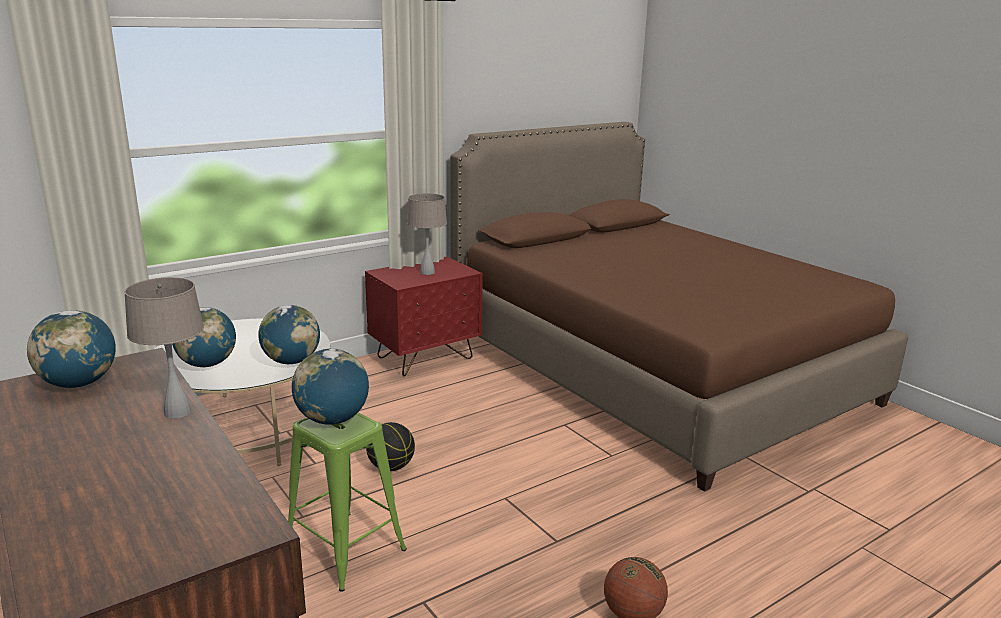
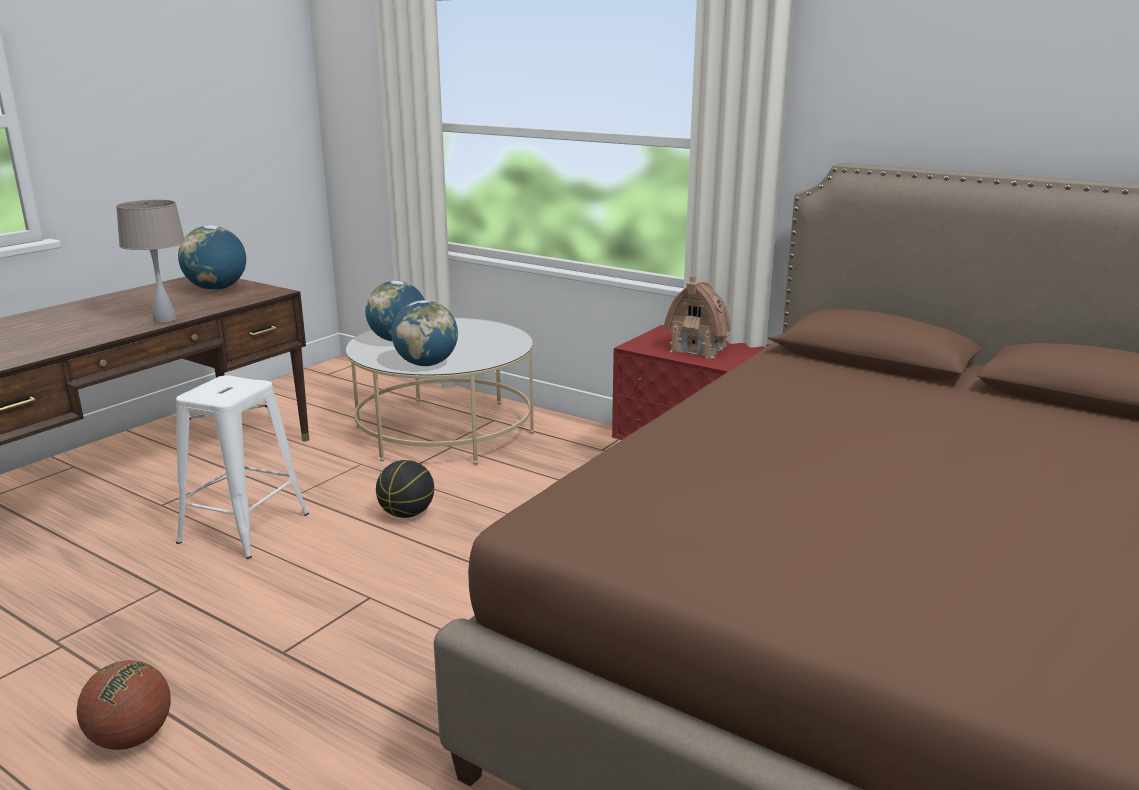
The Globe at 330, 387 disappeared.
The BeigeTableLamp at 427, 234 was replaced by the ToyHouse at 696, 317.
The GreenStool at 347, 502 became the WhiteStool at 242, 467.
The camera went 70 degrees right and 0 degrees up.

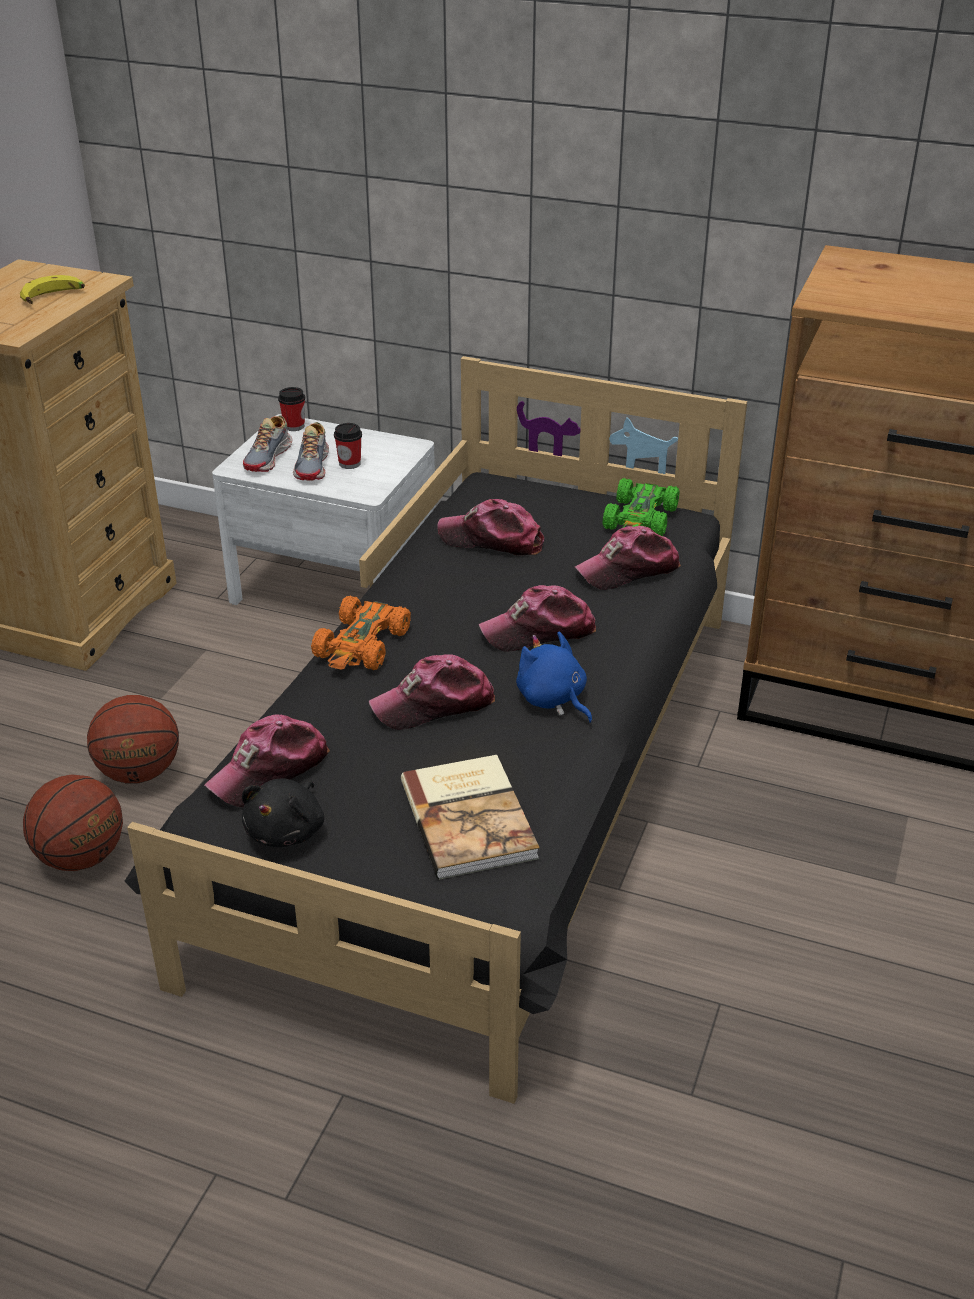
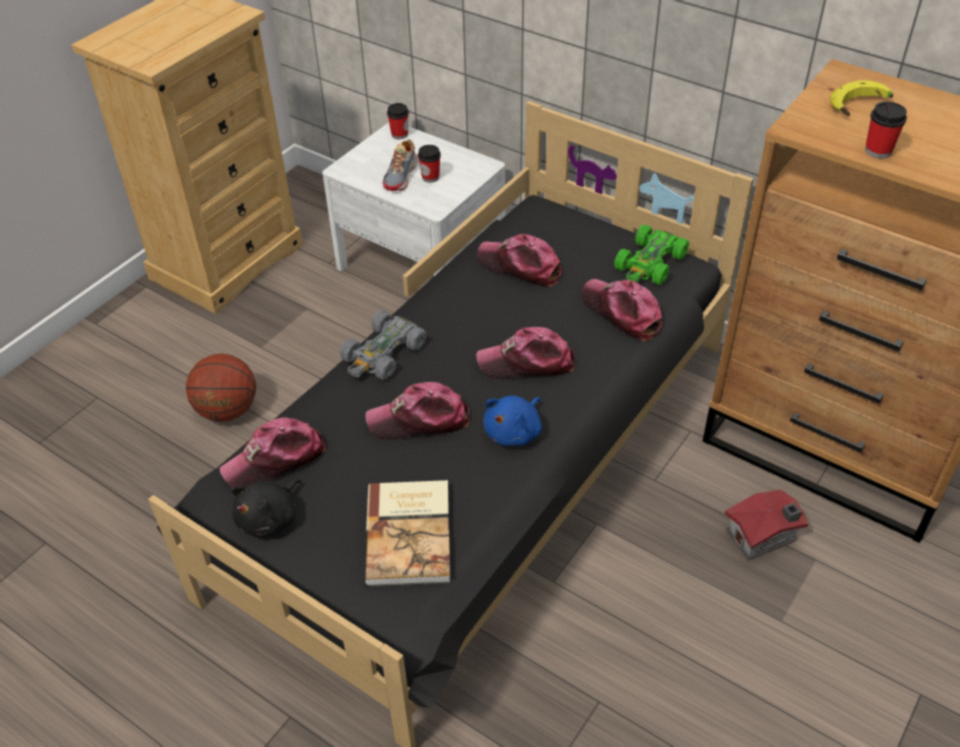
The Basketball at 73, 823 disappeared.
The Shoe at 267, 443 disappeared.
The ToyHouse at 766, 524 appeared.
The Cup at 886, 130 appeared.
The Banana moved from 52, 289 to 861, 98.
The OrangeToyCar at 361, 633 became the GreyToyCar at 382, 345.
The BluePlushToy at 554, 677 turned 120 degrees counterclockwise.
The Cap at 628, 558 turned 60 degrees clockwise.
The camera went 15 degrees right and 10 degrees up.

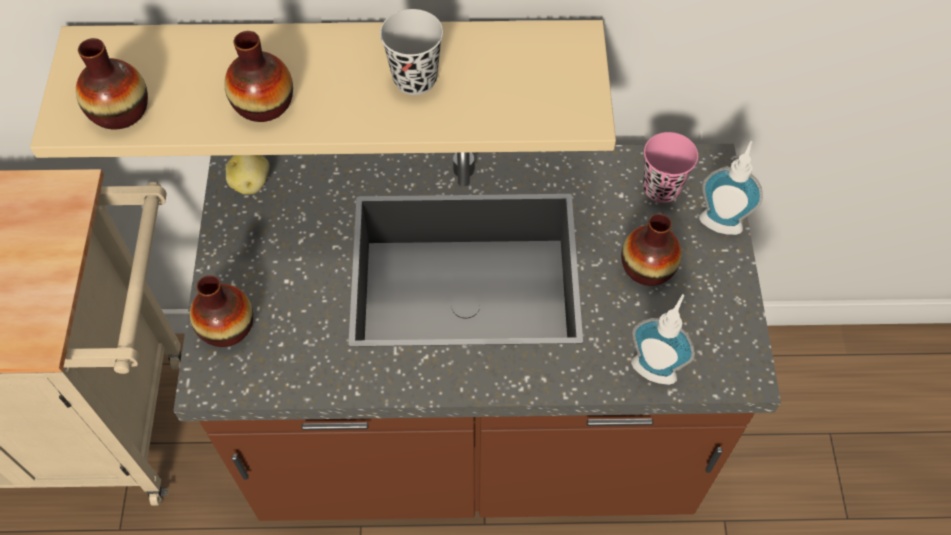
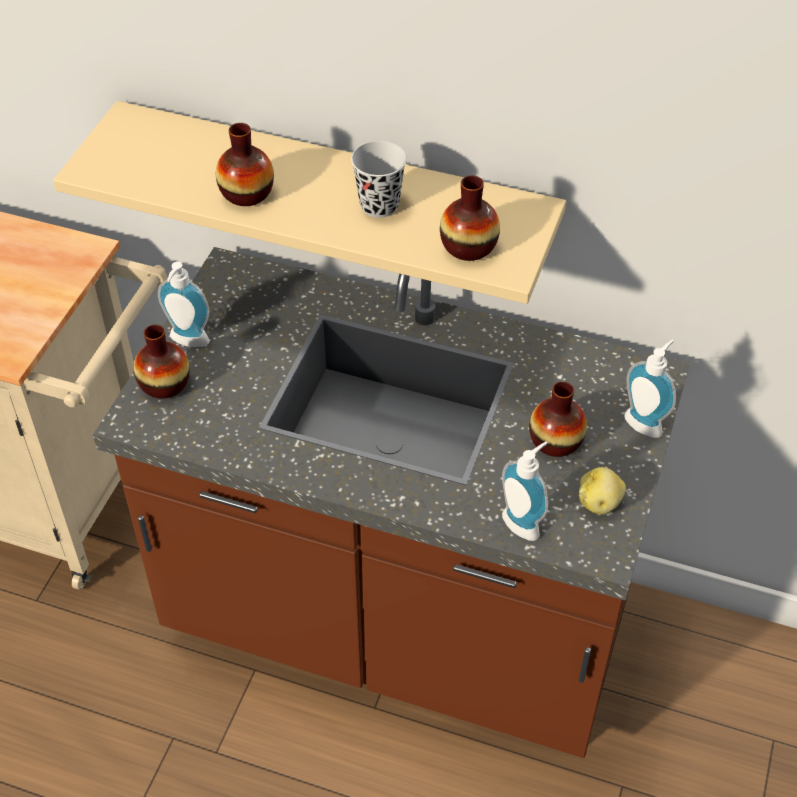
The PinkCup at 670, 167 disappeared.
The SoapDispenser at 184, 304 appeared.
The Vase moved from 112, 84 to 470, 218.
The Potato moved from 247, 175 to 602, 491.
The camera went 20 degrees right and 10 degrees down.

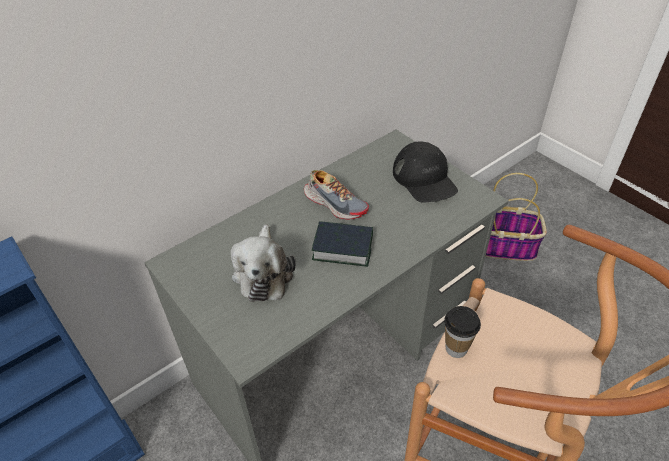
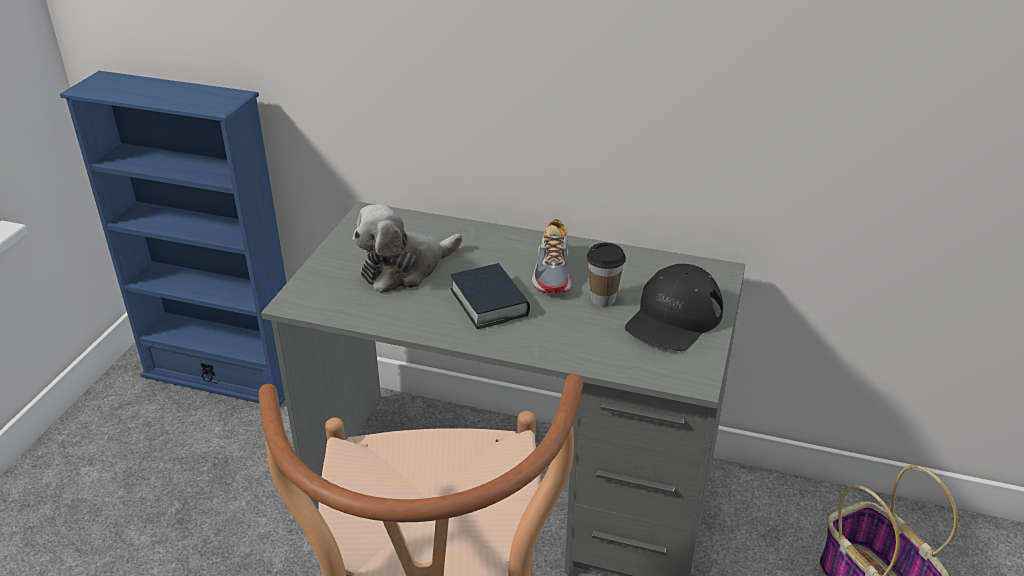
The Cup moved from 462, 332 to 606, 275.
The camera went 55 degrees right and 10 degrees down.

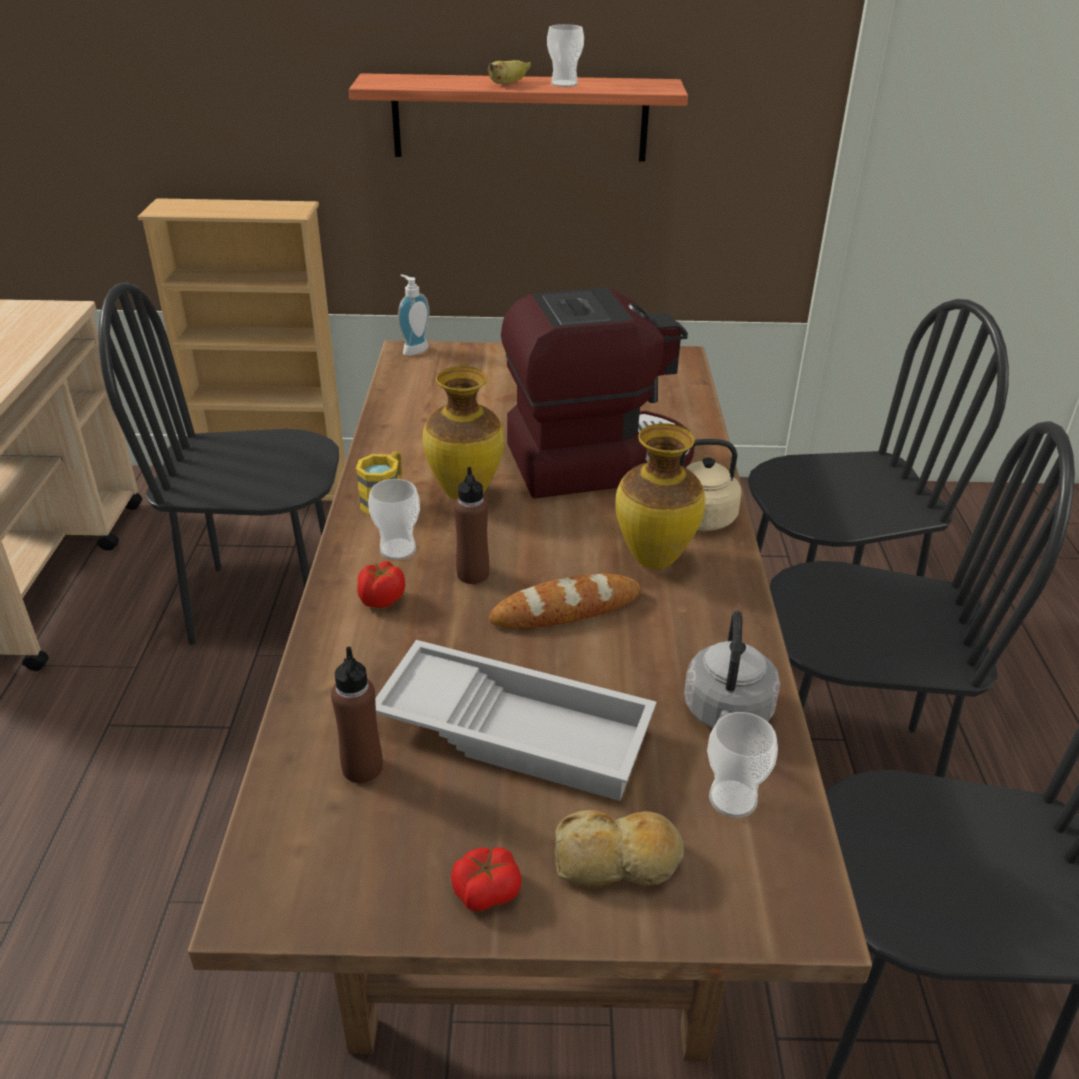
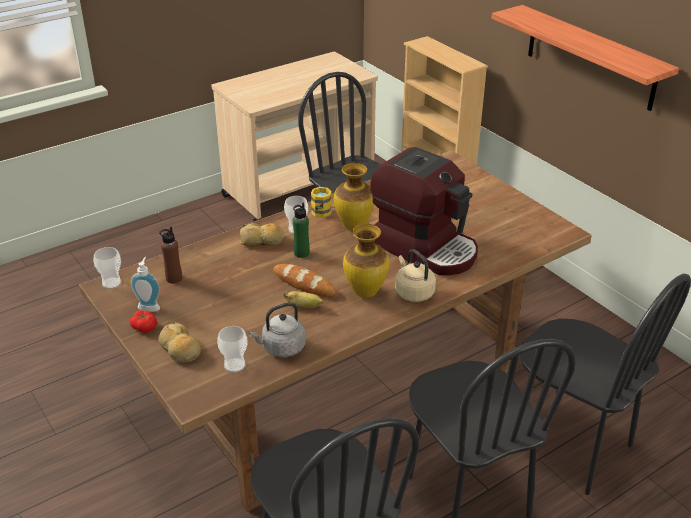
The WhiteTray at 515, 720 disappeared.
The SoapDispenser moved from 414, 315 to 145, 284.
The Banana moved from 509, 72 to 303, 299.
The Cup moved from 565, 55 to 107, 268.
The Tomato at 381, 584 was replaced by the Bread at 262, 235.
The BrownBottle at 471, 525 became the GreenBottle at 301, 230.
The camera went 55 degrees right and 0 degrees up.

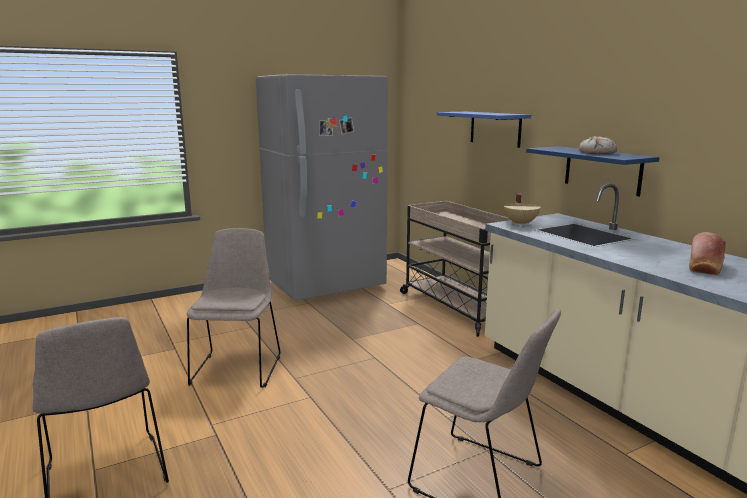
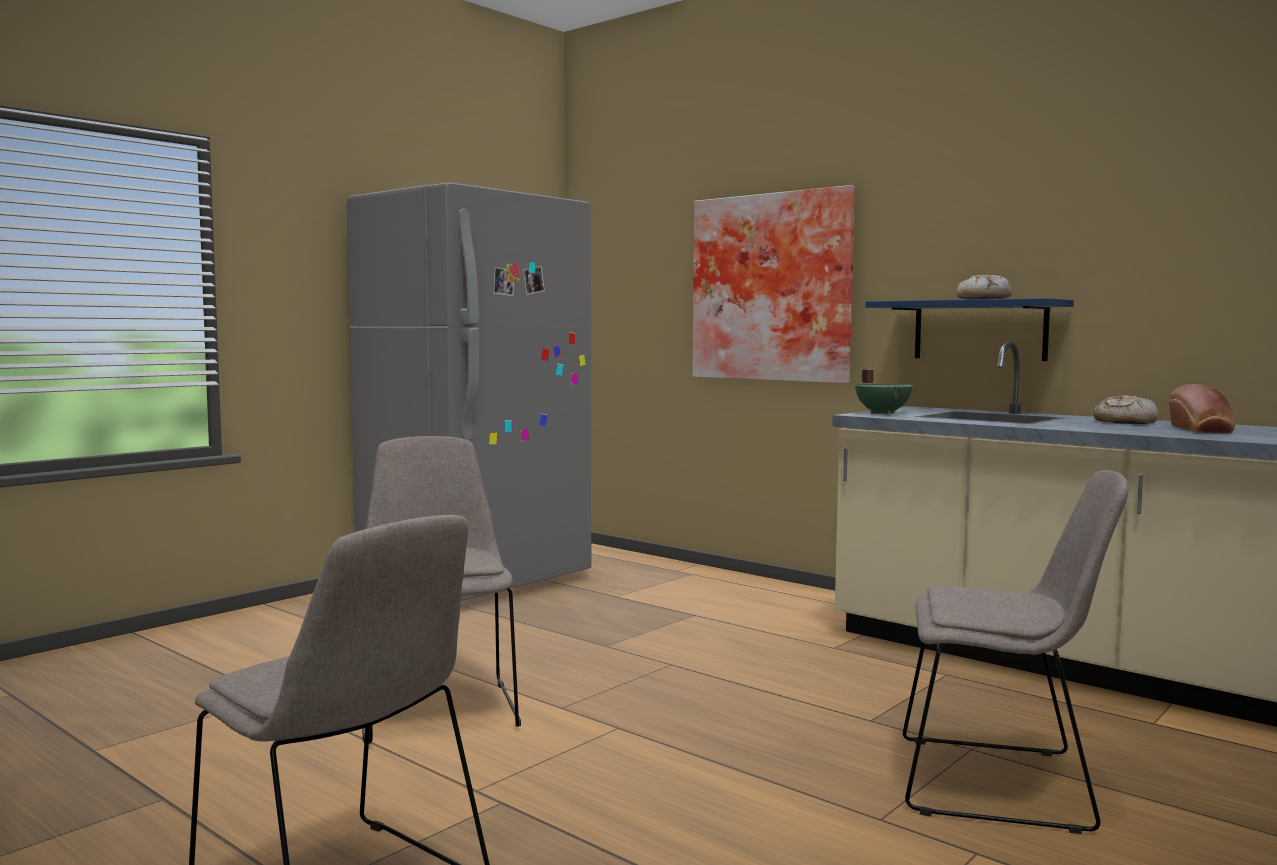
The BeigeCart at 455, 269 disappeared.
The Bread at 1125, 409 appeared.
The BlueShelf at 483, 130 was replaced by the Picture at 773, 284.
The BeigeCookingPot at 522, 209 became the GreenCookingPot at 884, 392.
The camera went 20 degrees left and 10 degrees down.

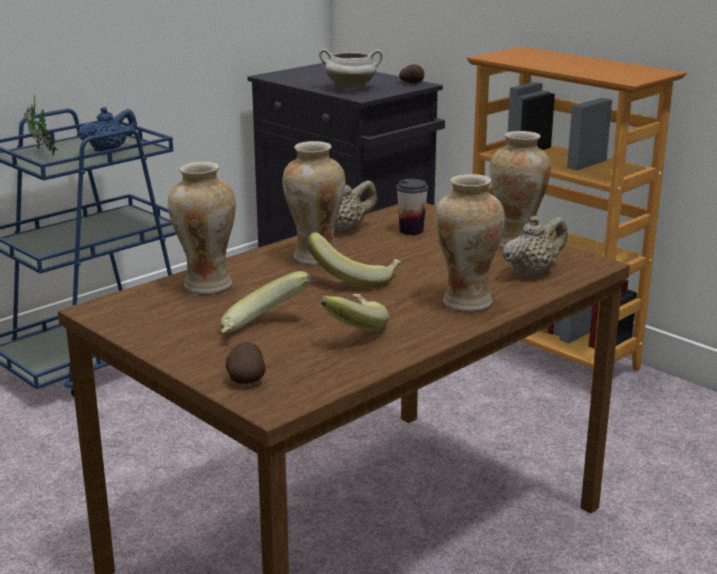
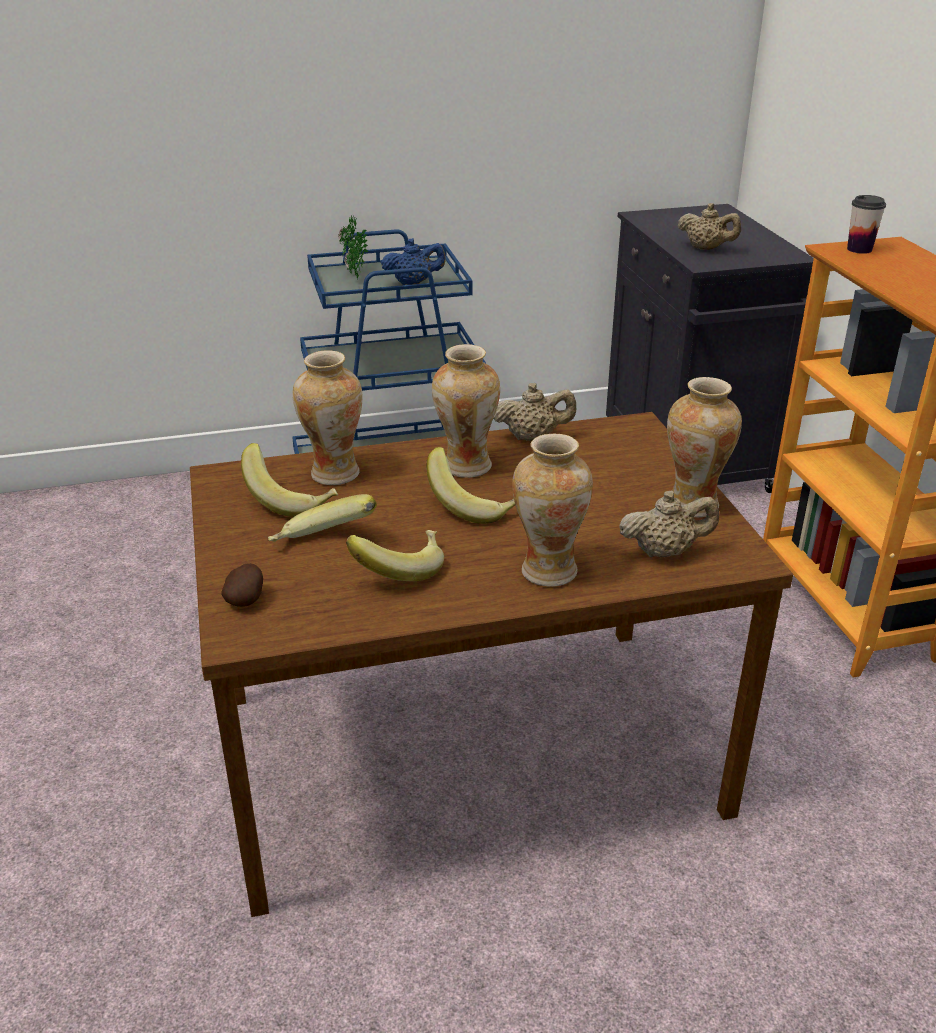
The Potato at 411, 73 disappeared.
The Banana at 289, 480 appeared.
The Cup moved from 412, 207 to 866, 224.
The WhiteCookingPot at 351, 69 was replaced by the BeigeTeapot at 709, 226.
The camera went 30 degrees right and 10 degrees up.

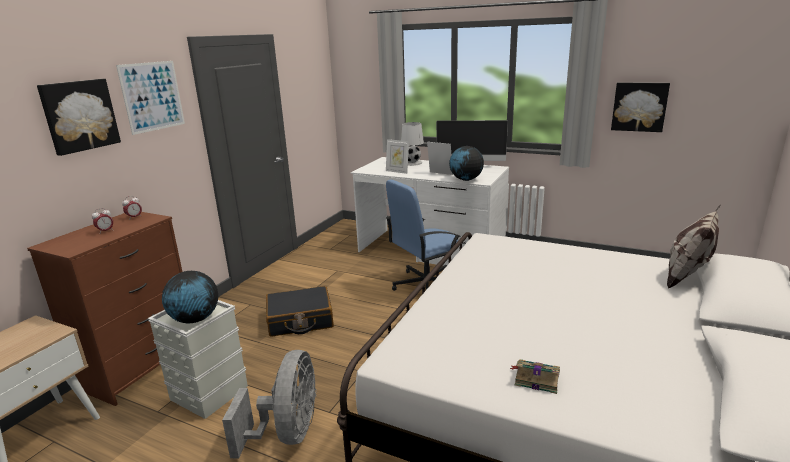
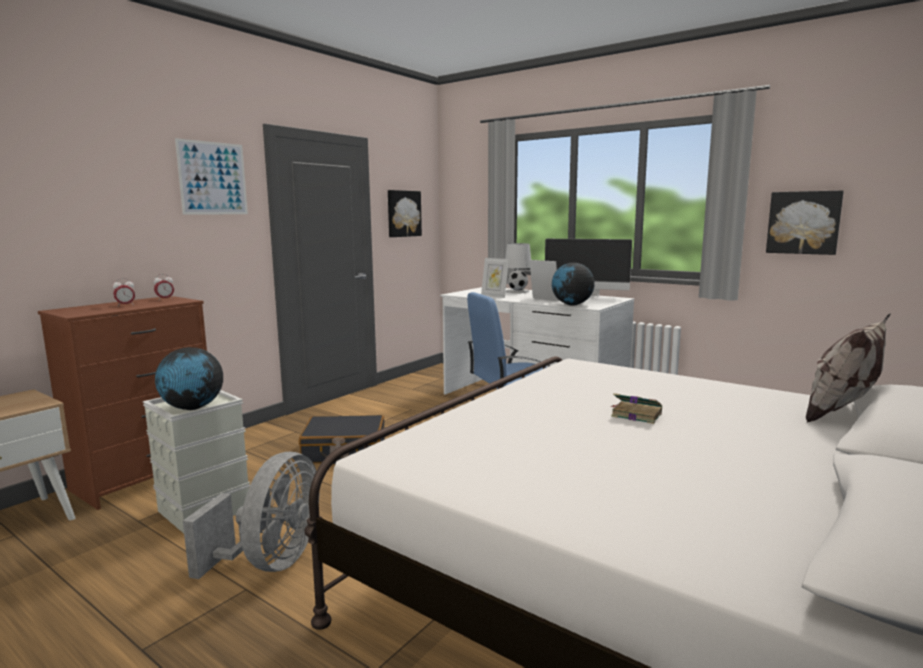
The Picture moved from 79, 117 to 405, 213.
The Book moved from 535, 376 to 636, 408.
The camera went 10 degrees right and 10 degrees down.

